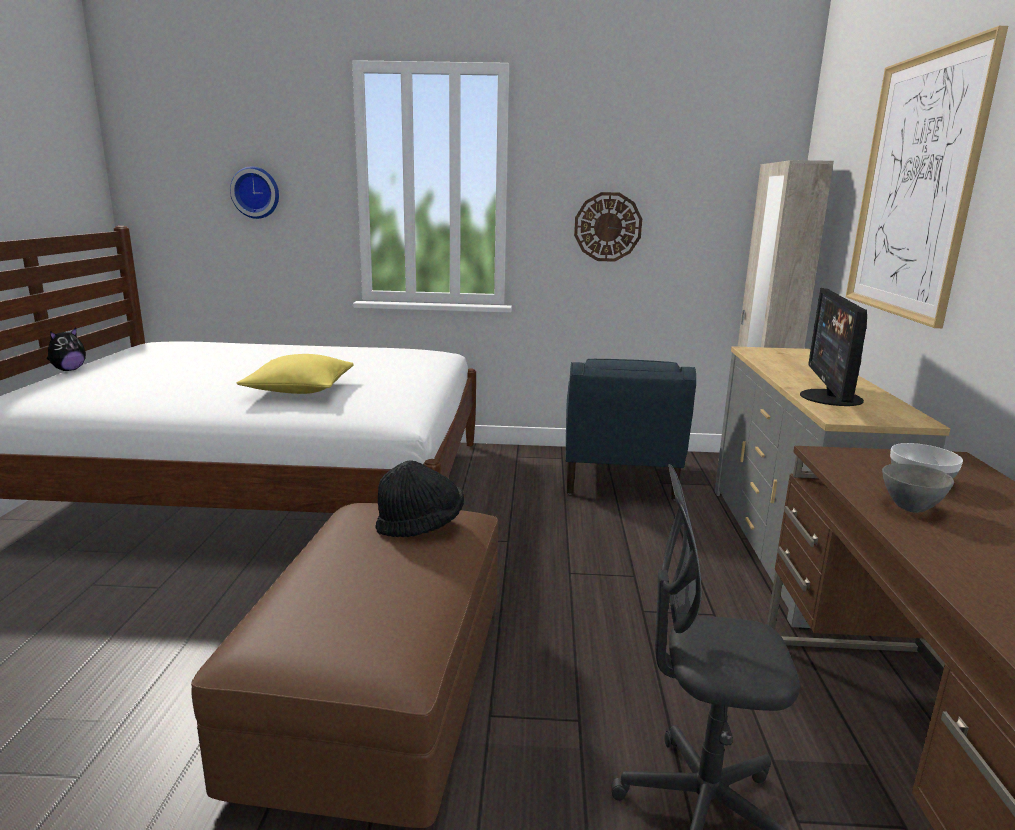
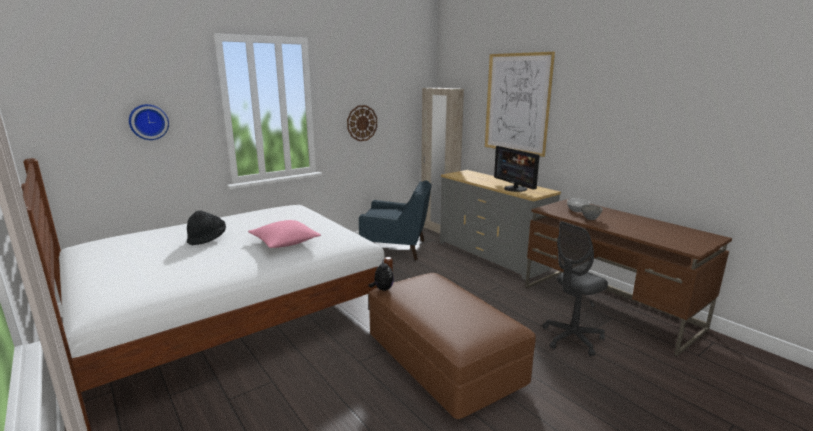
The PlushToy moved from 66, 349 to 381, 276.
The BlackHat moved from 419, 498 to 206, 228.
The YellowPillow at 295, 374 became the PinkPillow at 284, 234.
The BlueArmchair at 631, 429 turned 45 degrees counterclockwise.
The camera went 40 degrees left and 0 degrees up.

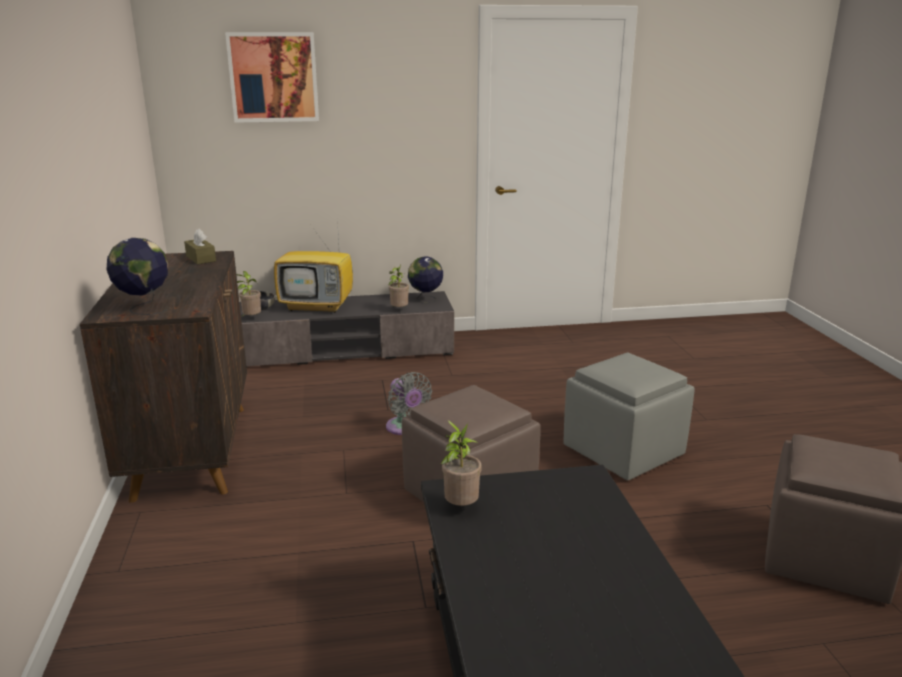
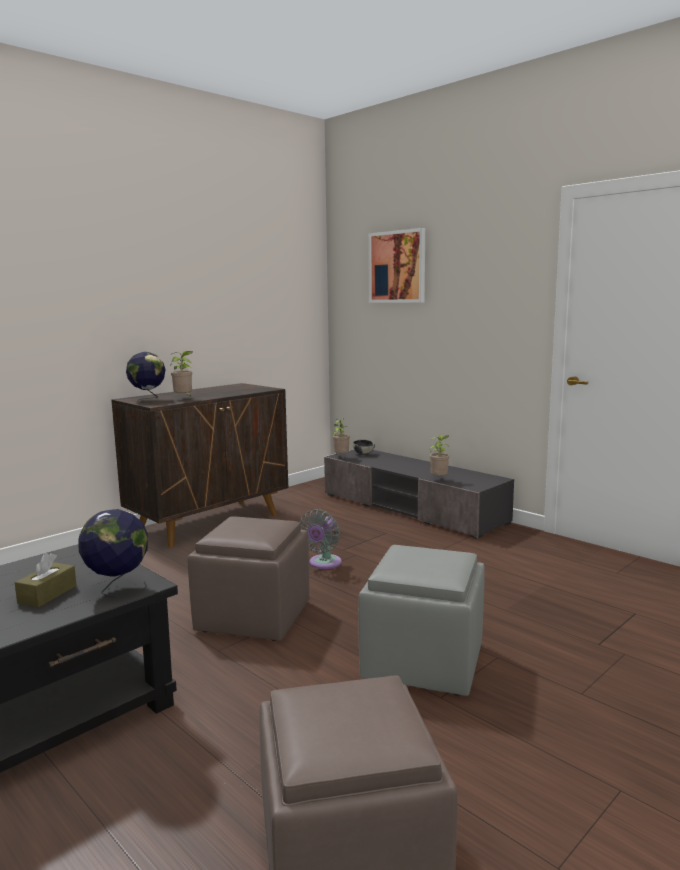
The Television at 313, 266 disappeared.
The BrownTissueBox moved from 200, 246 to 46, 580.
The Globe moved from 425, 280 to 113, 553.
The PottedPlant moved from 461, 463 to 181, 373.
The camera went 55 degrees right and 10 degrees down.

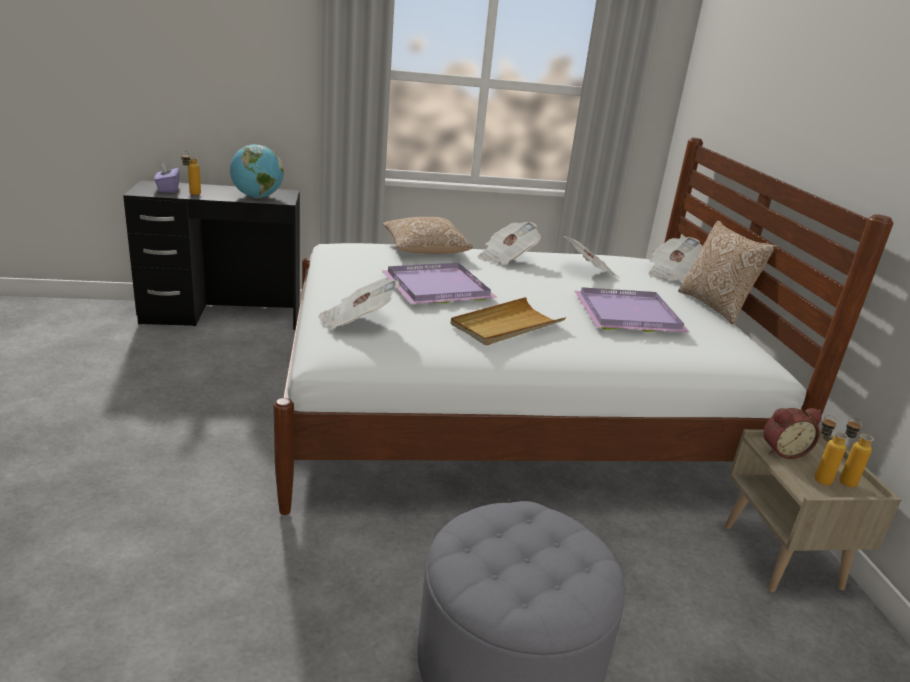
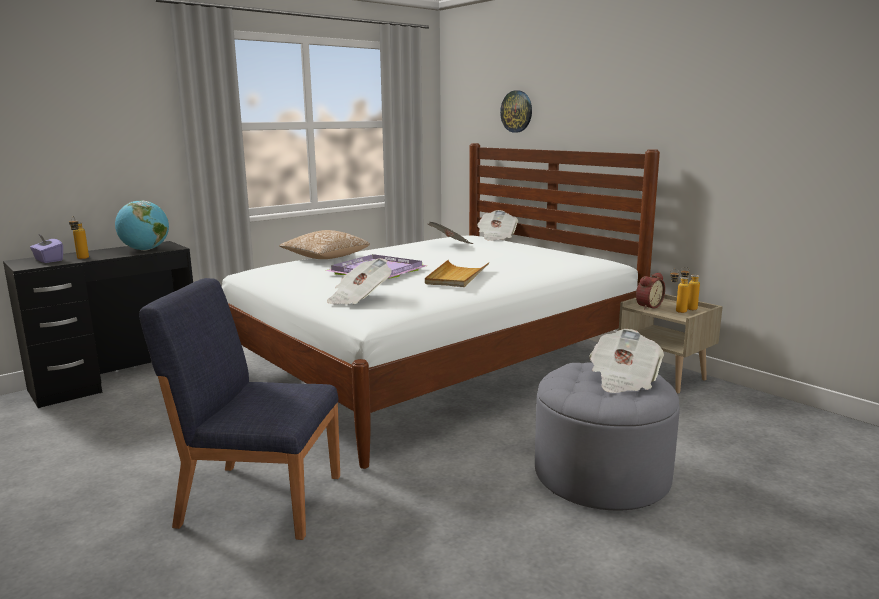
The PurpleTray at 632, 309 disappeared.
The Pillow at 728, 273 disappeared.
The BlueChair at 239, 409 appeared.
The WallClock at 516, 111 appeared.
The Newspaper moved from 509, 243 to 626, 361.
The camera went 30 degrees left and 10 degrees down.

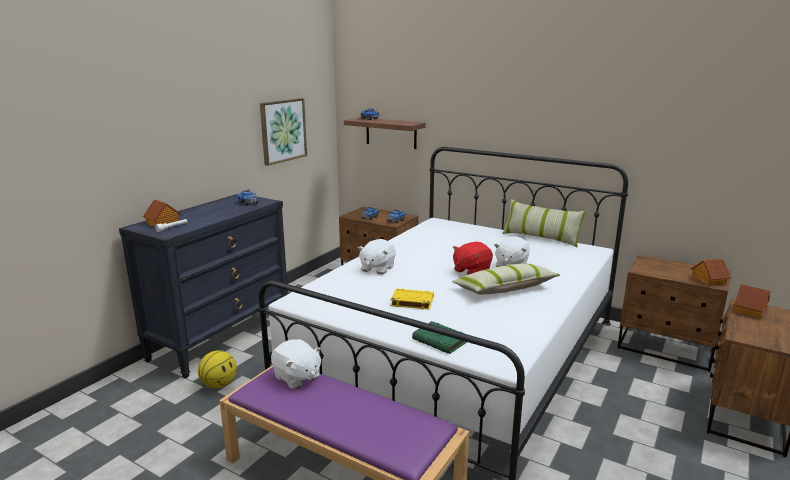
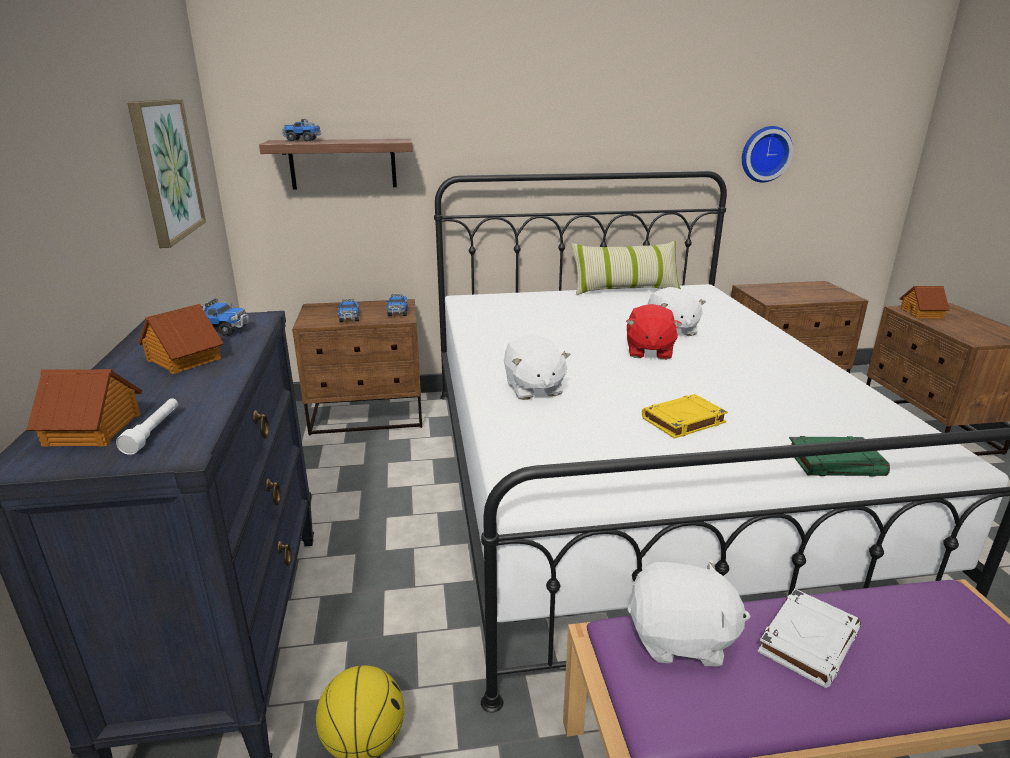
The Pillow at 506, 278 disappeared.
The WallClock at 767, 154 appeared.
The WhiteBook at 809, 638 appeared.
The ToyHouse moved from 711, 272 to 181, 339.
The camera went 40 degrees left and 5 degrees up.

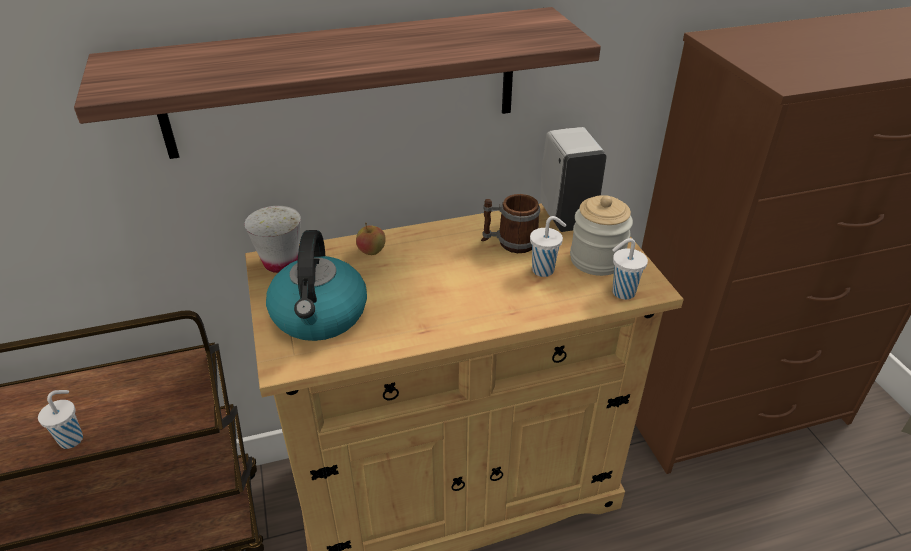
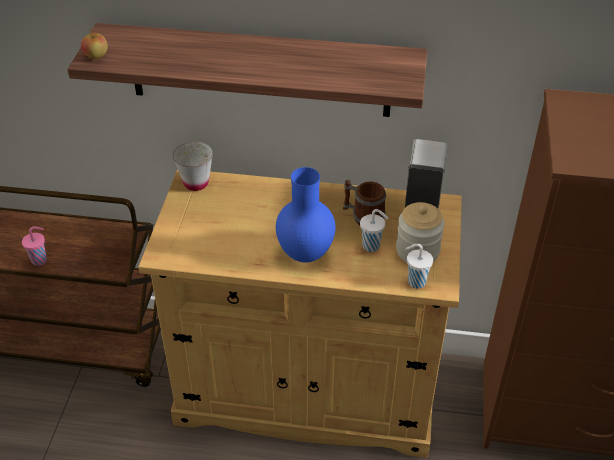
The Kettle at 316, 285 disappeared.
The BlueVase at 306, 215 appeared.
The Apple moved from 371, 239 to 94, 44.
The WhiteCup at 60, 419 became the PinkCup at 34, 246.
The camera went 25 degrees right and 5 degrees up.

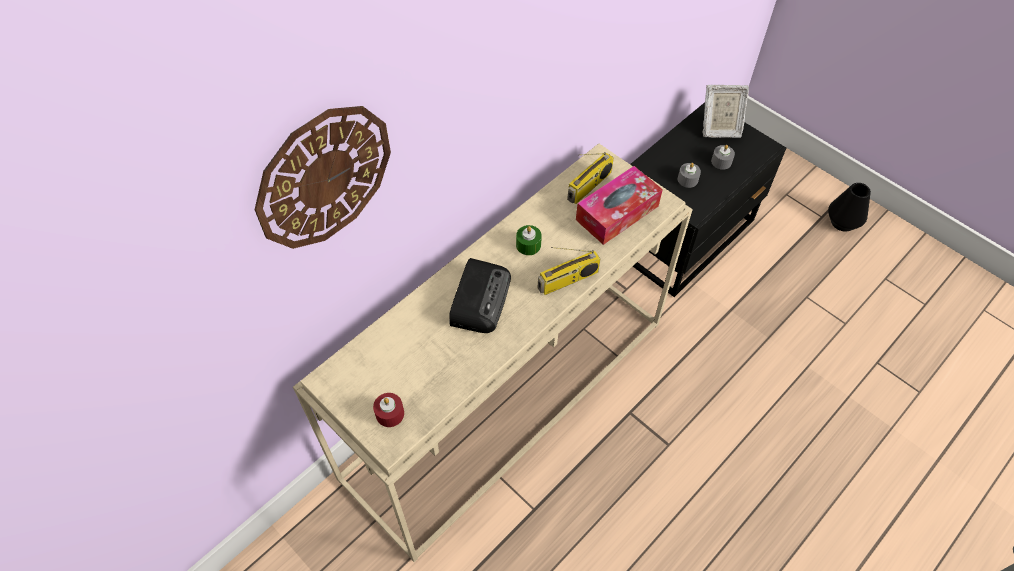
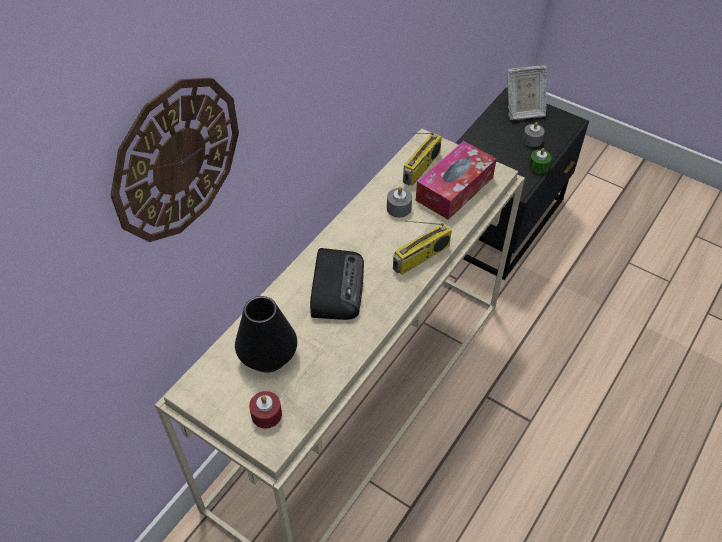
The GreenCandle moved from 529, 240 to 540, 161.
The GreyCandle moved from 689, 175 to 399, 202.
The BlackVase moved from 849, 207 to 266, 334.
The camera went 10 degrees left and 5 degrees down.

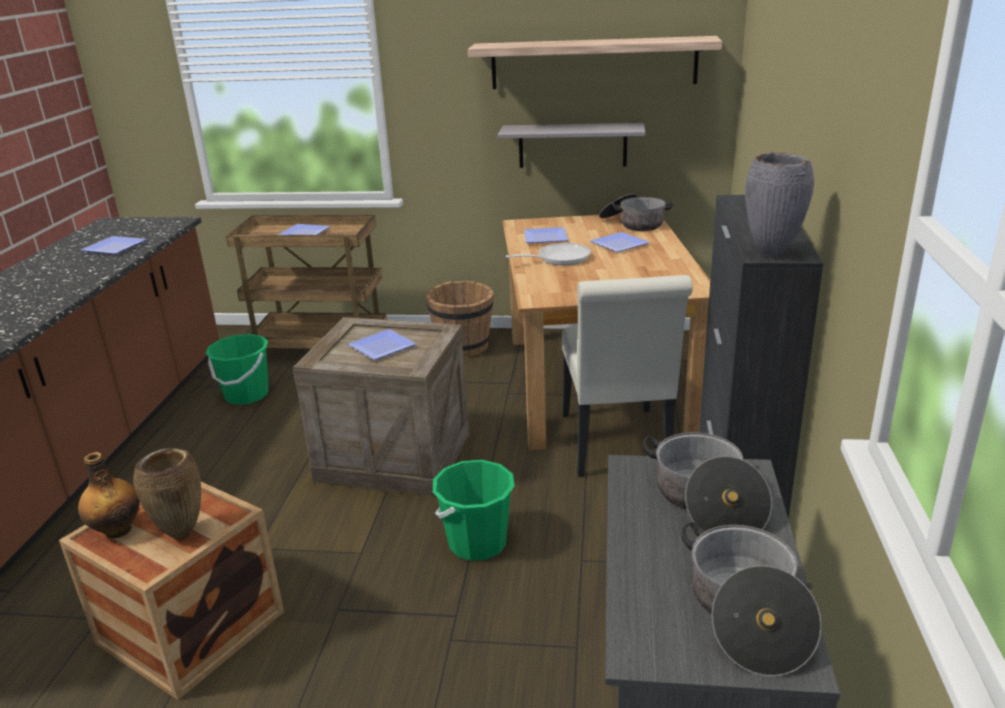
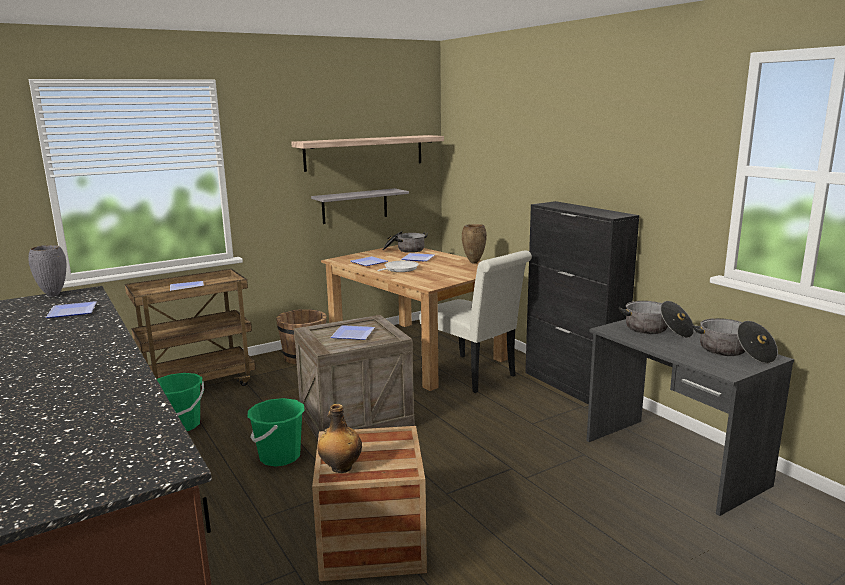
The BrownVase moved from 167, 494 to 474, 243.
The GreenBucket moved from 474, 510 to 276, 432.
The GreyVase moved from 779, 204 to 47, 271.
The camera went 40 degrees left and 10 degrees down.

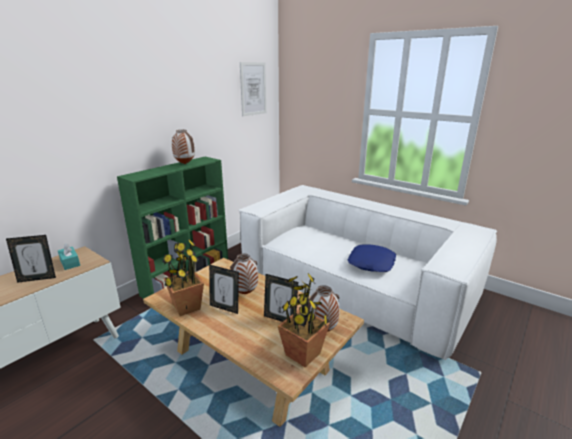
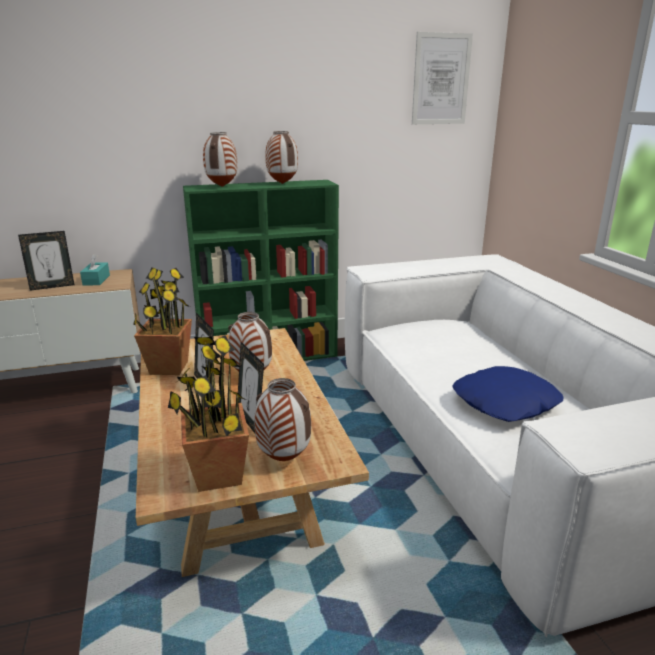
The Vase at 220, 159 appeared.
The PictureFrame at 31, 259 turned 45 degrees counterclockwise.
The camera went 35 degrees right and 0 degrees up.

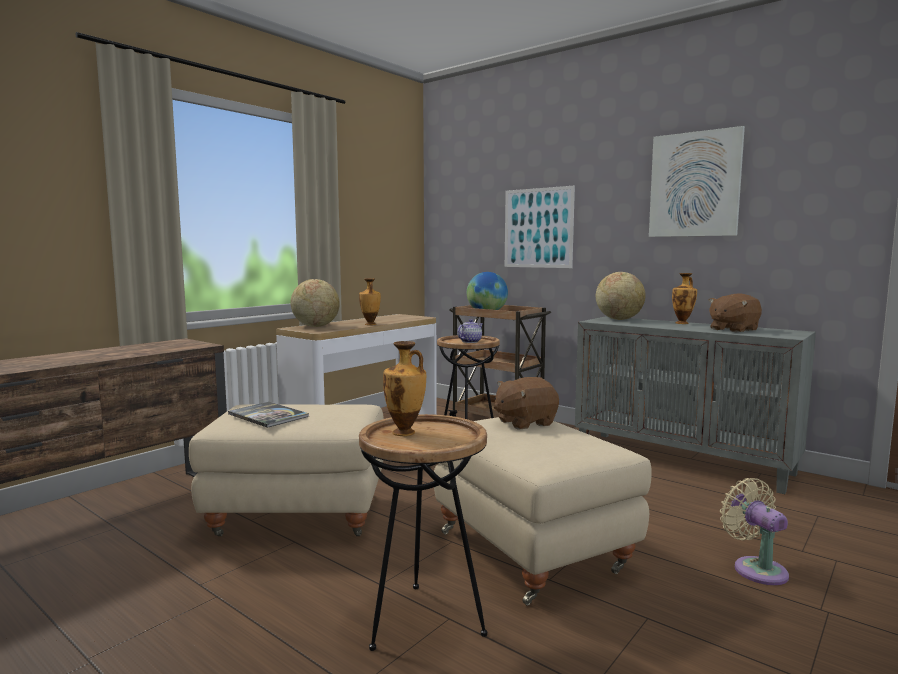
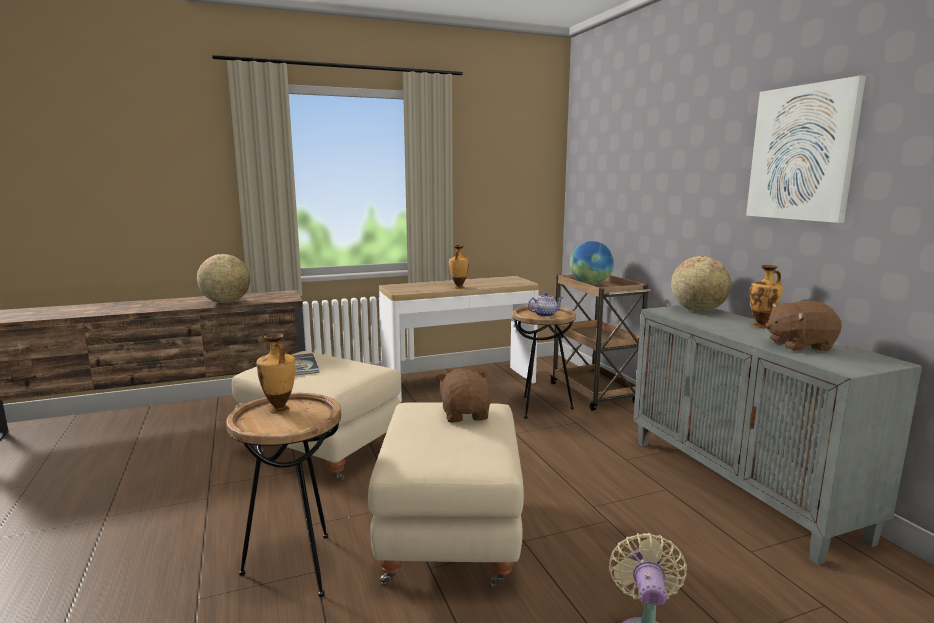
The Picture at 540, 227 disappeared.
The Globe moved from 315, 303 to 223, 278.
The BrownPlushToy at 526, 403 turned 75 degrees clockwise.
The camera went 30 degrees right and 5 degrees up.

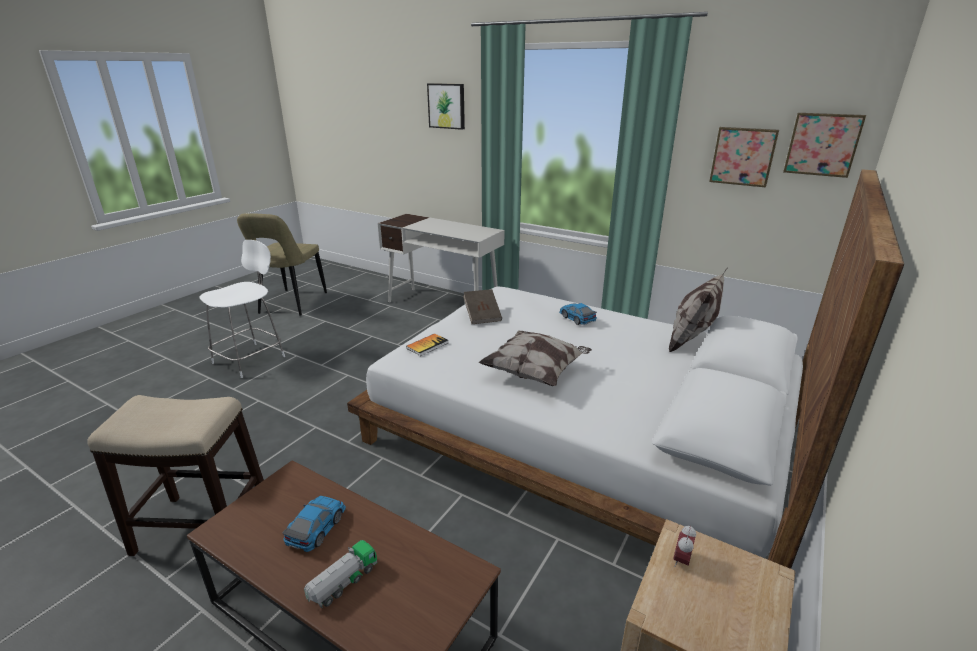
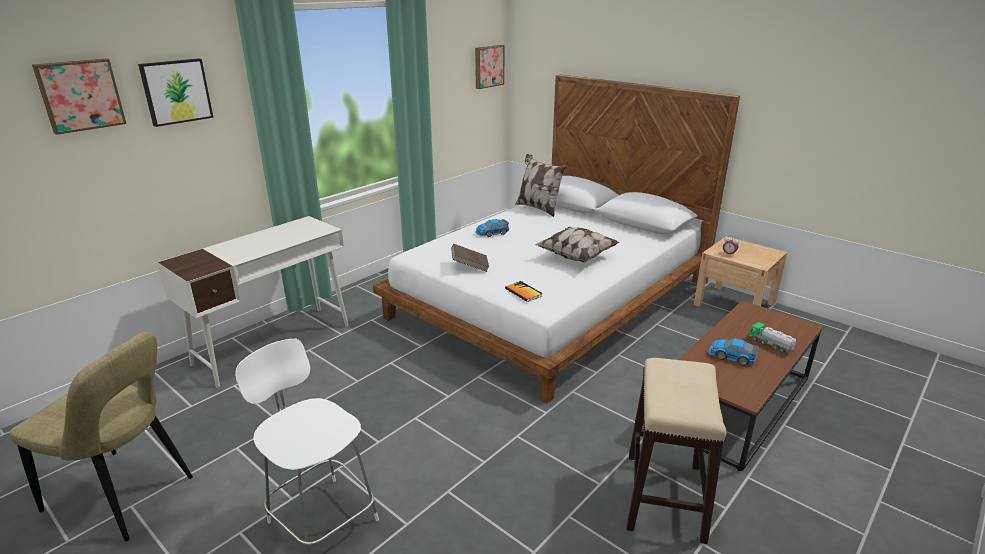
The Picture moved from 744, 157 to 79, 96.
The camera went 80 degrees left and 0 degrees up.

